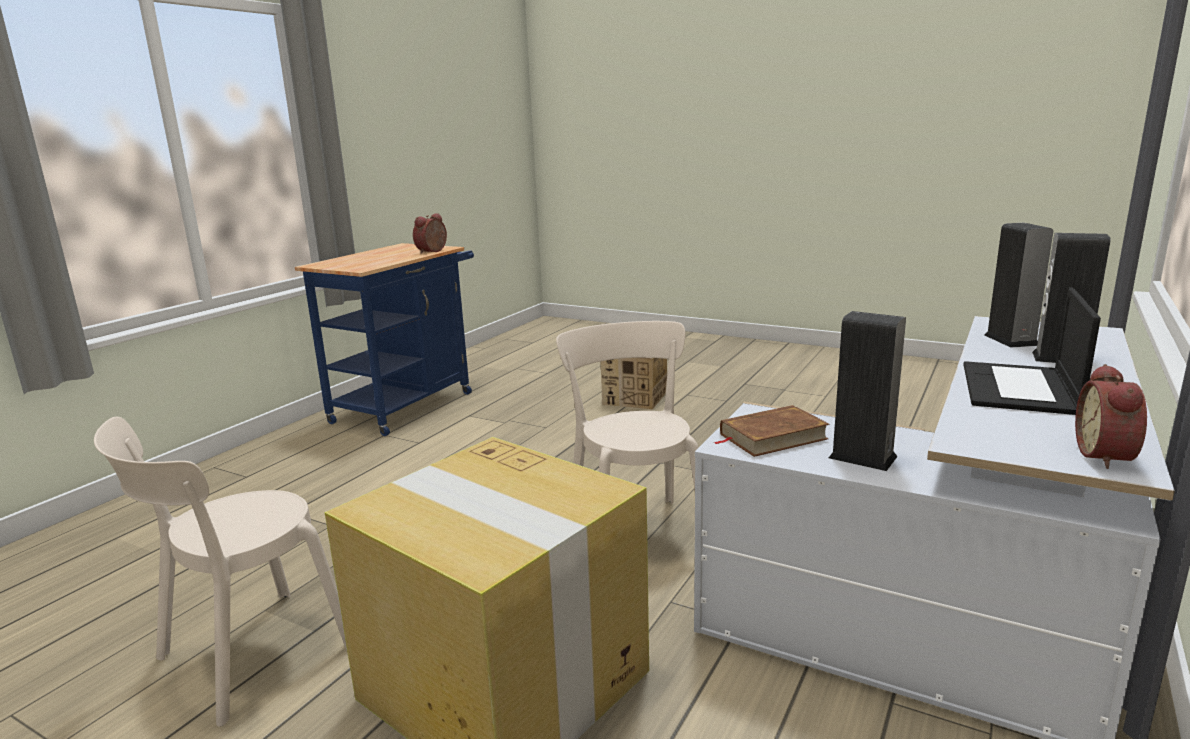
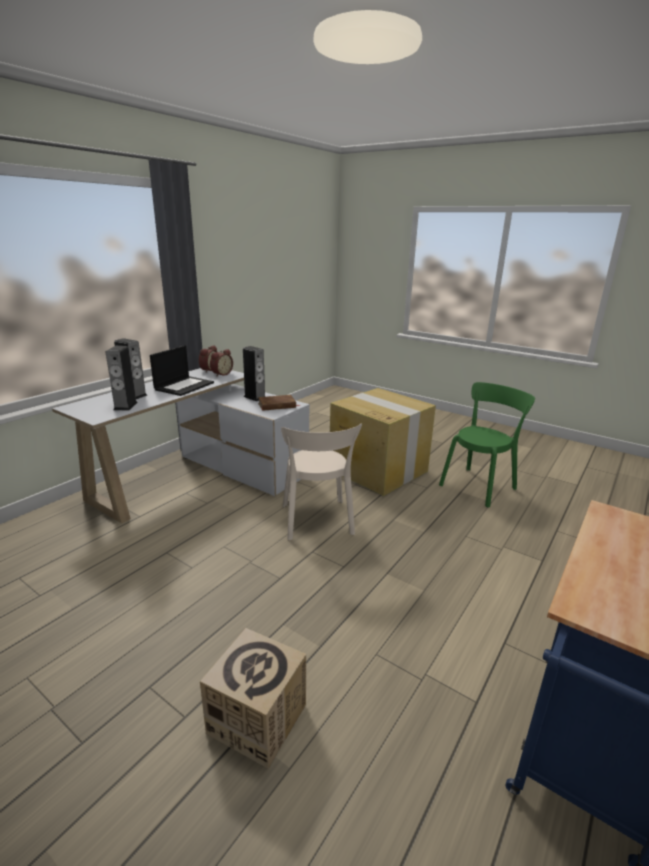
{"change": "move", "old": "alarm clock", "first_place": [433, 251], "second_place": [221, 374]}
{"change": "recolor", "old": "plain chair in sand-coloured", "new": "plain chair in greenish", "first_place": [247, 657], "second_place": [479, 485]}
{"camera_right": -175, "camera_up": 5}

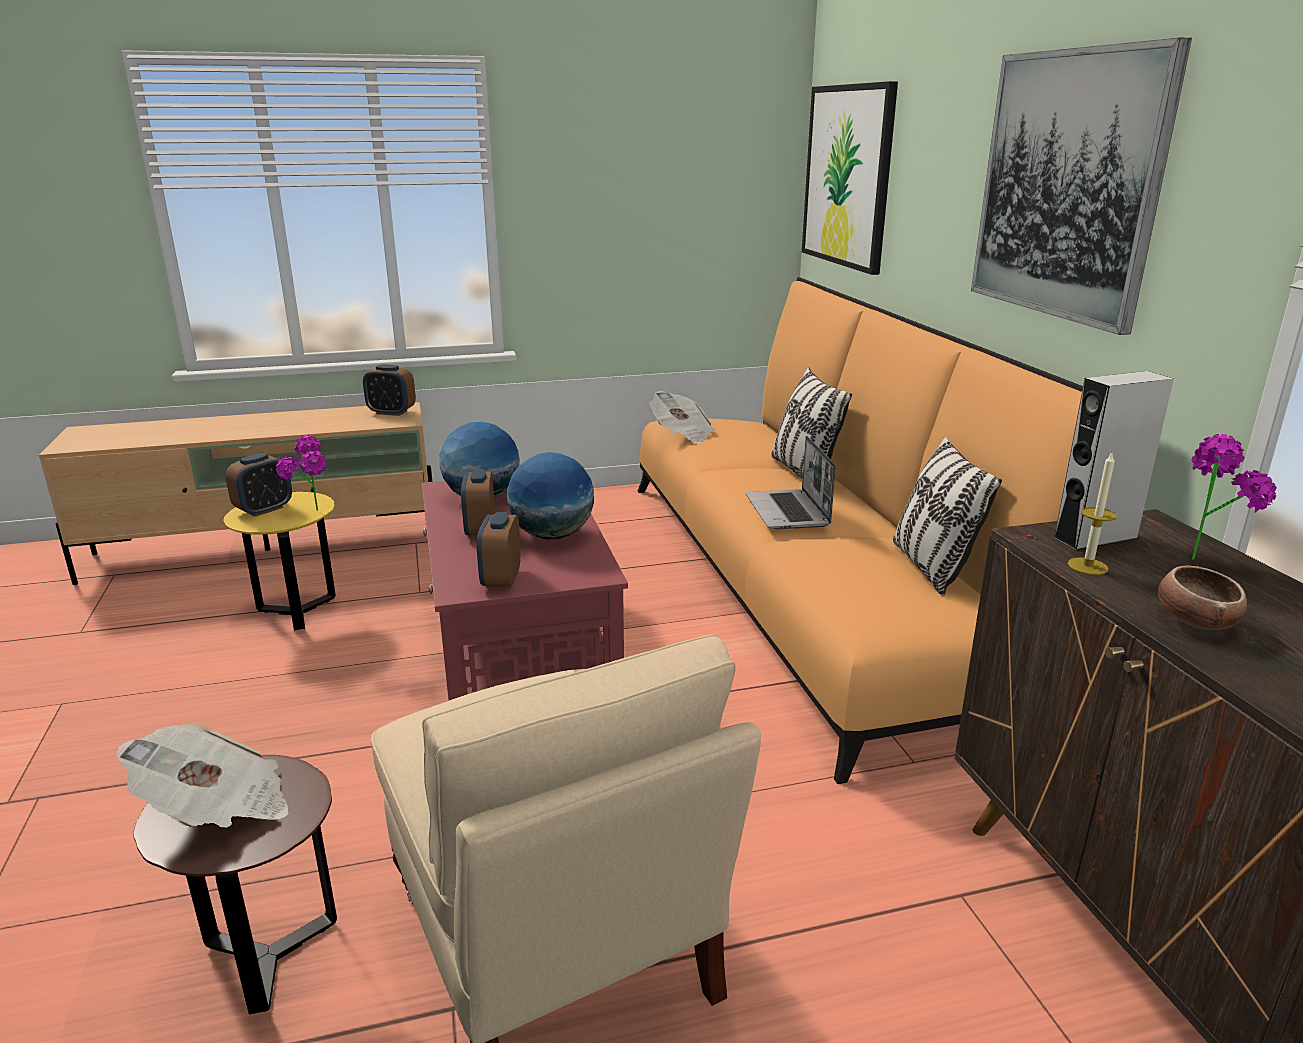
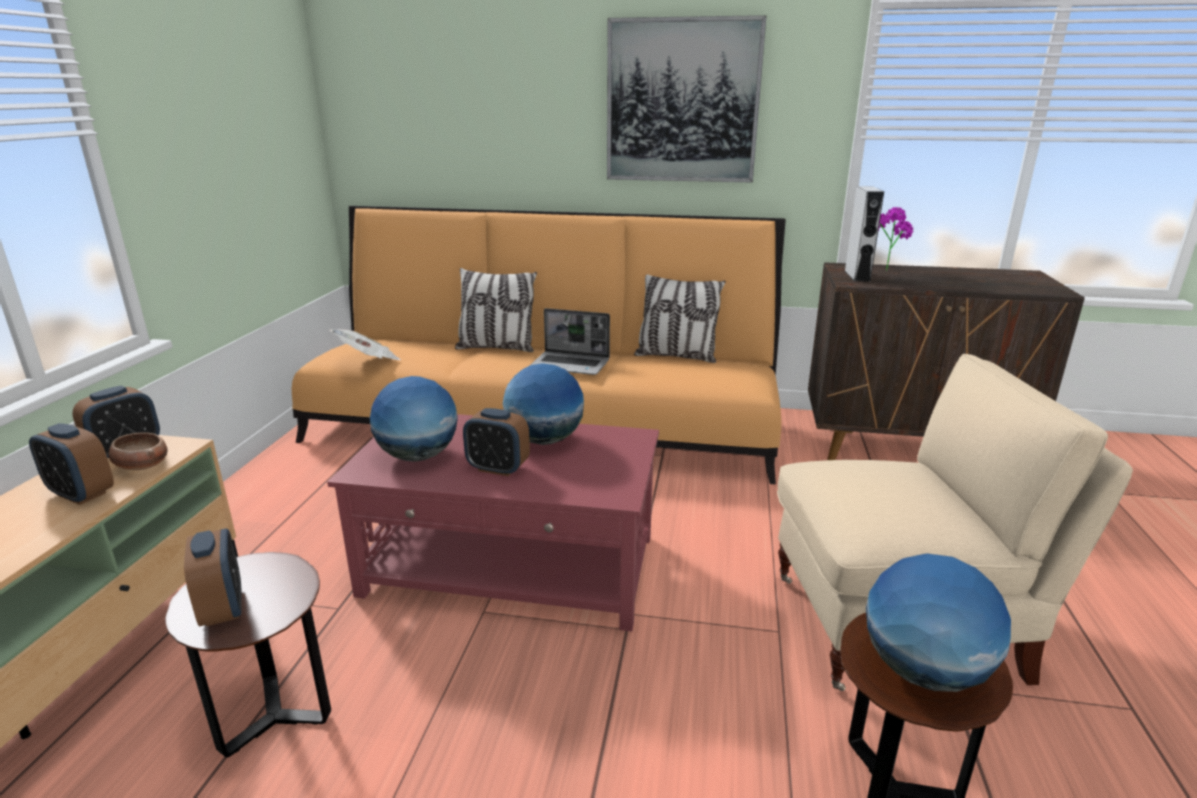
{"change": "delete", "old": "wall art", "first_place": [848, 176]}
{"change": "delete", "old": "houseplant", "first_place": [312, 514]}
{"change": "delete", "old": "wax candle", "first_place": [1087, 566]}
{"change": "recolor", "old": "accent table in yellow", "new": "accent table in brown", "first_place": [298, 613], "second_place": [275, 717]}
{"change": "move", "old": "alarm clock", "first_place": [501, 580], "second_place": [81, 494]}
{"change": "move", "old": "deep dish", "first_place": [1194, 621], "second_place": [142, 466]}
{"change": "replace", "old": "daily paper", "new": "desk globe", "first_place": [217, 808], "second_place": [923, 671]}
{"camera_right": -65, "camera_up": 0}

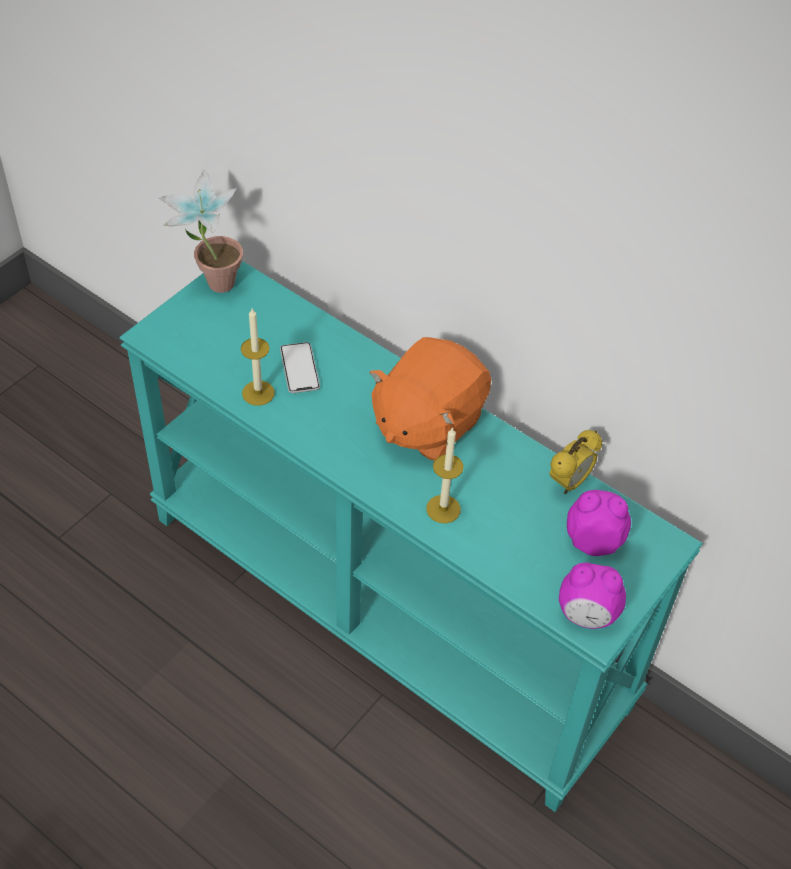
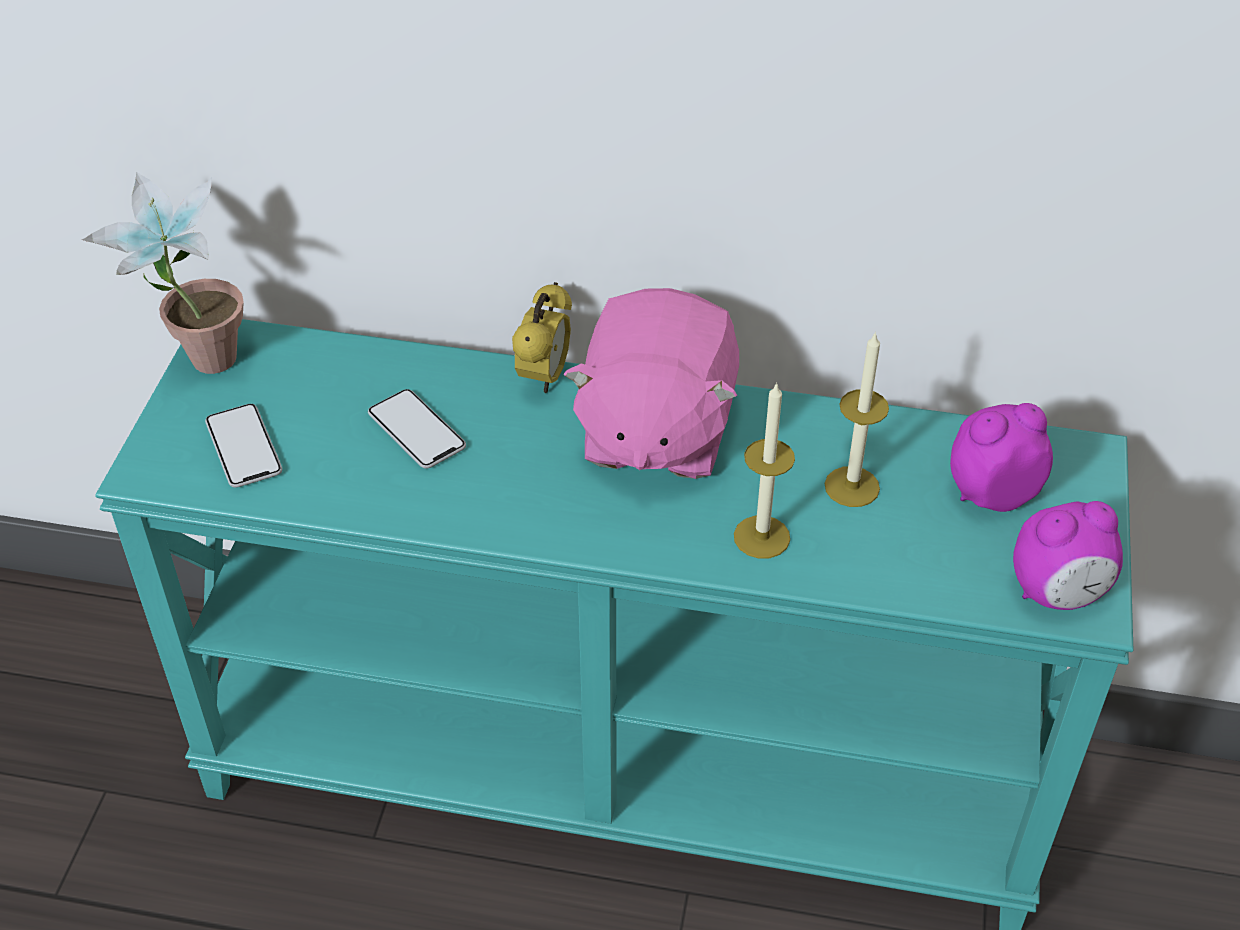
{"change": "move", "old": "wax candle", "first_place": [258, 393], "second_place": [852, 486]}
{"change": "recolor", "old": "plush toy in orangey", "new": "plush toy in pink-coloured", "first_place": [427, 423], "second_place": [654, 431]}
{"change": "move", "old": "alarm clock", "first_place": [569, 483], "second_place": [544, 377]}
{"change": "insert", "new": "handset", "second_place": [244, 447]}
{"camera_right": -25, "camera_up": -5}

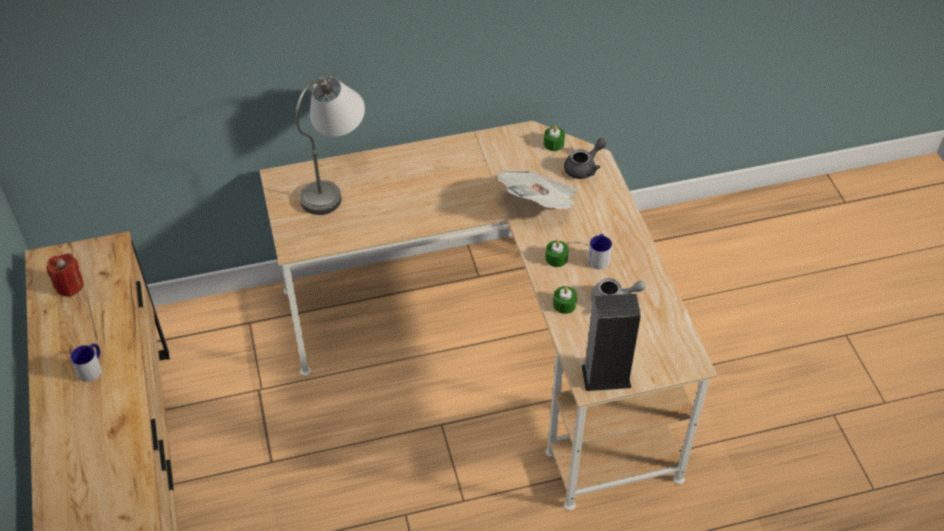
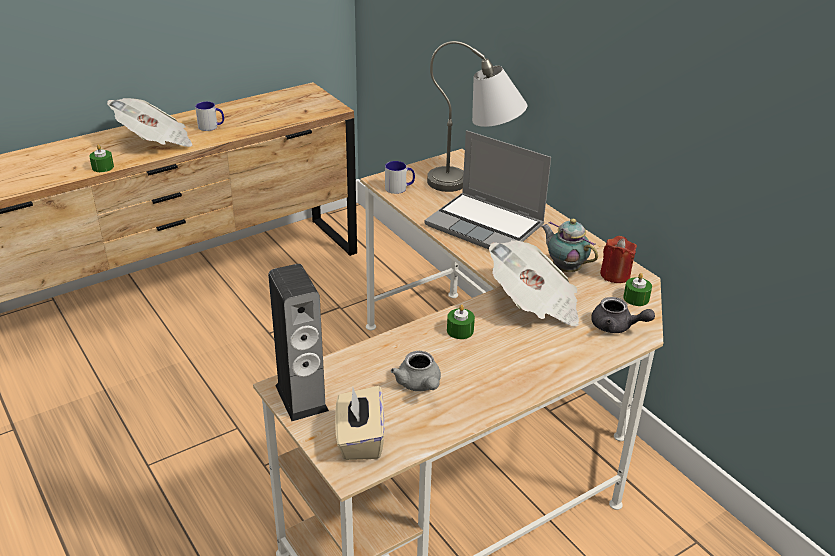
{"change": "move", "old": "mug", "first_place": [599, 257], "second_place": [399, 188]}
{"change": "move", "old": "wax candle in reddish", "first_place": [69, 285], "second_place": [615, 275]}
{"change": "move", "old": "wax candle in greenish", "first_place": [564, 304], "second_place": [103, 167]}
{"change": "insert", "new": "daily paper", "second_place": [155, 142]}
{"change": "insert", "new": "notebook computer", "second_place": [486, 225]}
{"change": "insert", "new": "tea pot", "second_place": [564, 268]}
{"change": "insert", "new": "tissue box in sand-coloured", "second_place": [360, 439]}
{"camera_right": 70, "camera_up": -15}

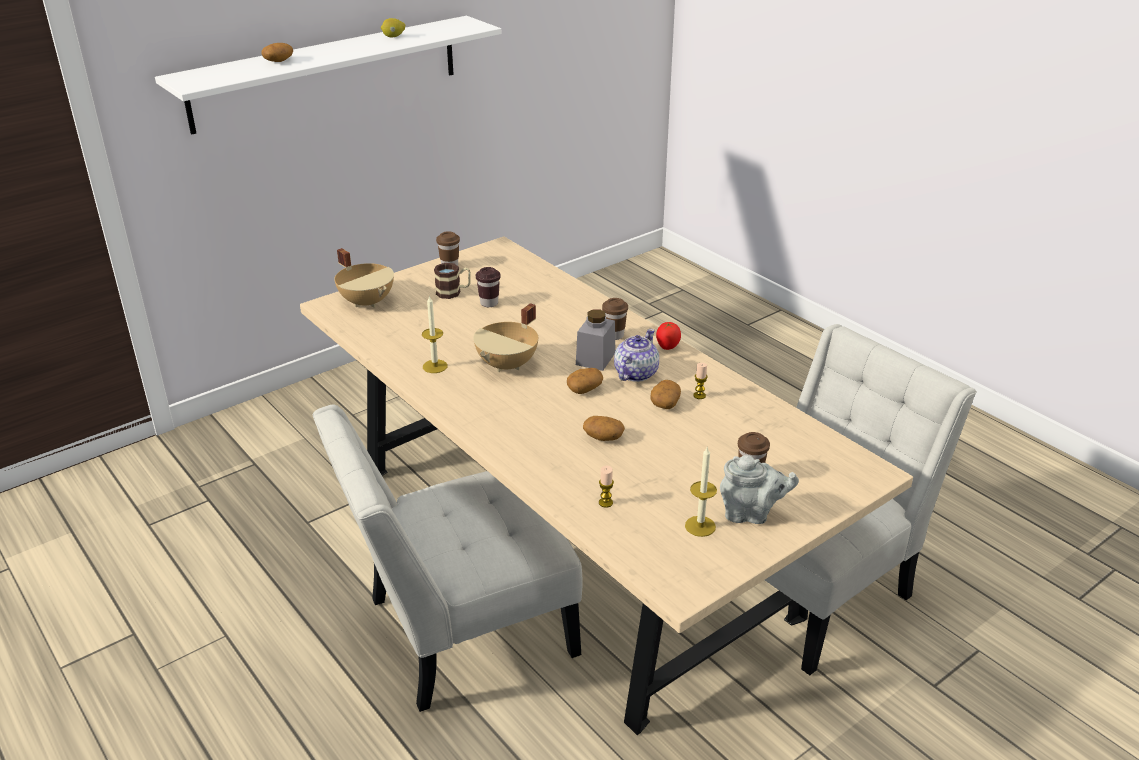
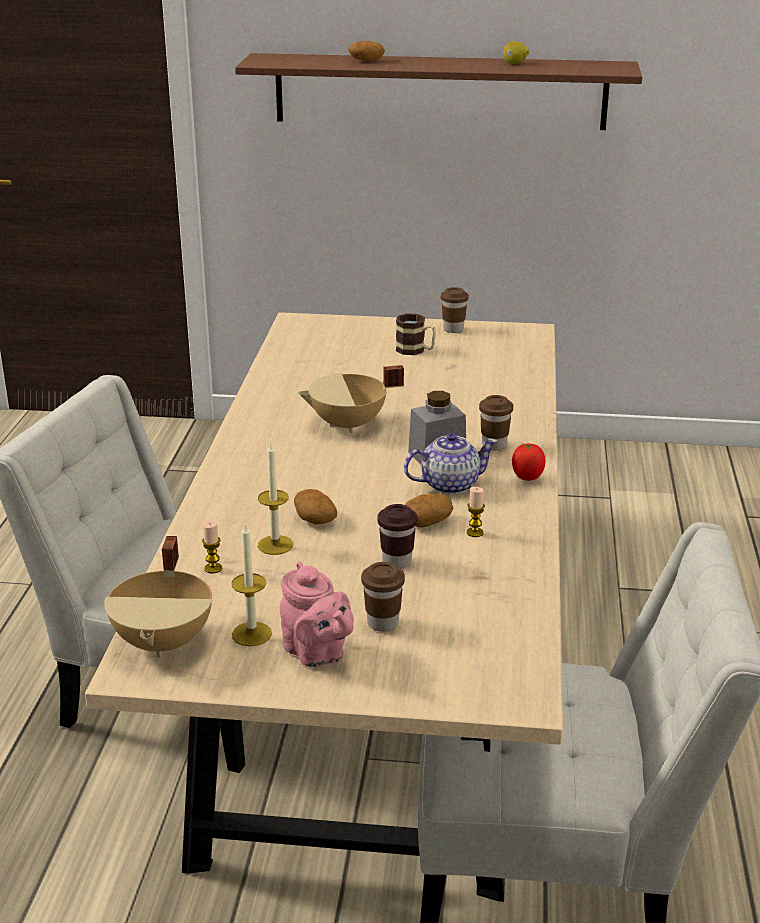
{"change": "recolor", "old": "wall shelf in whitish", "new": "wall shelf in brown", "first_place": [327, 73], "second_place": [440, 91]}
{"change": "move", "old": "saucepot in sand-coloured", "first_place": [367, 302], "second_place": [165, 642]}
{"change": "move", "old": "small cup in brown", "first_place": [489, 303], "second_place": [397, 561]}
{"change": "move", "old": "wax candle", "first_place": [435, 366], "second_place": [275, 545]}
{"change": "delete", "old": "potato", "first_place": [584, 389]}
{"change": "recolor", "old": "tea pot in grey", "new": "tea pot in pink-coloured", "first_place": [751, 514], "second_place": [317, 654]}
{"camera_right": 45, "camera_up": -5}

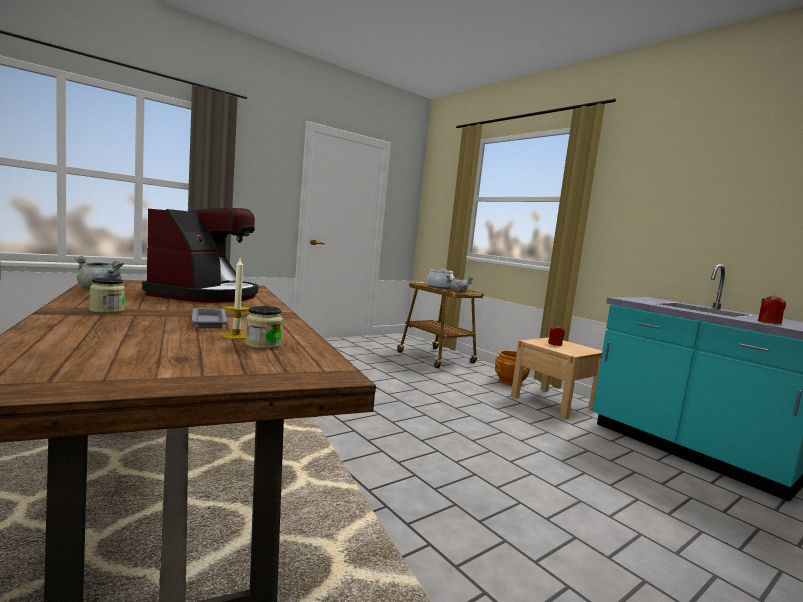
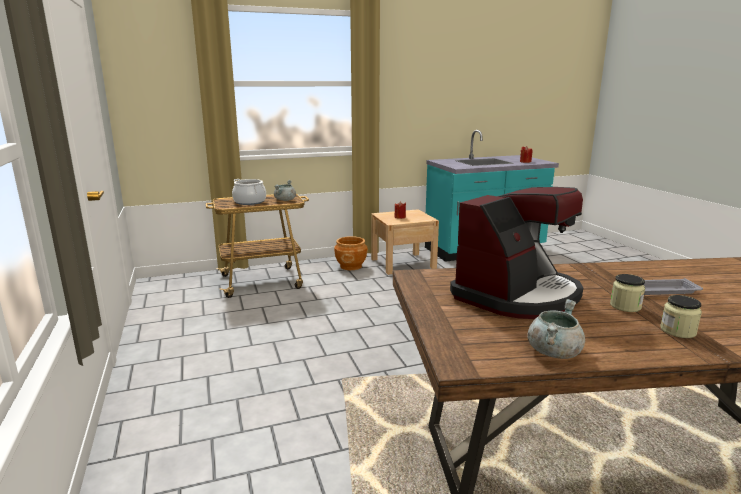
{"change": "rotate", "old": "coffee machine", "first_place": [206, 295], "second_place": [517, 295], "degrees": 105}
{"change": "delete", "old": "wax candle", "first_place": [236, 335]}
{"change": "move", "old": "storage jar", "first_place": [263, 345], "second_place": [625, 306]}
{"camera_right": -70, "camera_up": 10}

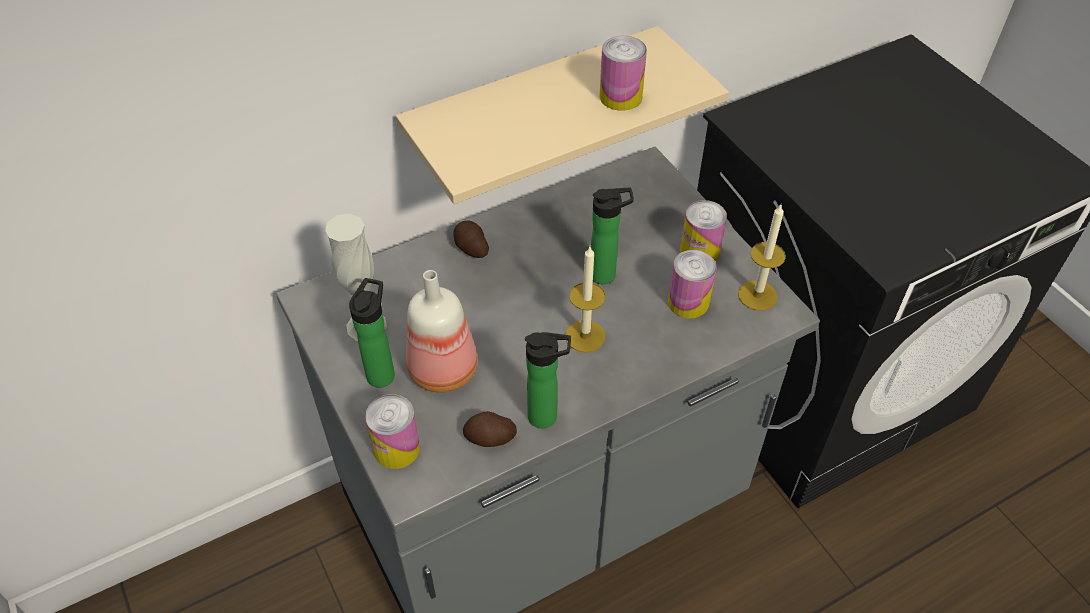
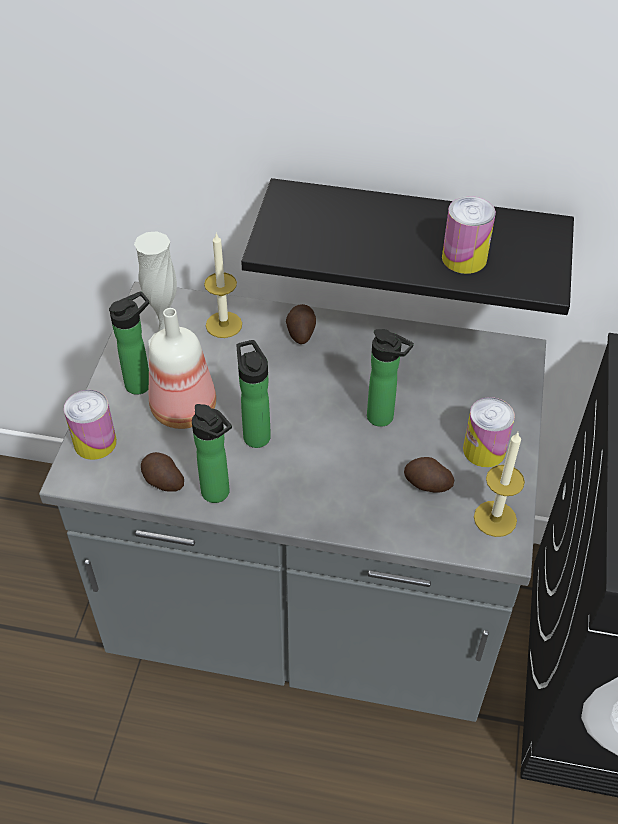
{"change": "recolor", "old": "wall shelf in sand-coloured", "new": "wall shelf in black-coloured", "first_place": [533, 111], "second_place": [414, 239]}
{"change": "move", "old": "wax candle", "first_place": [585, 336], "second_place": [224, 325]}
{"change": "replace", "old": "sealed can", "new": "potato", "first_place": [688, 302], "second_place": [427, 484]}
{"change": "insert", "new": "bottle", "second_place": [255, 434]}
{"camera_right": 40, "camera_up": 0}

